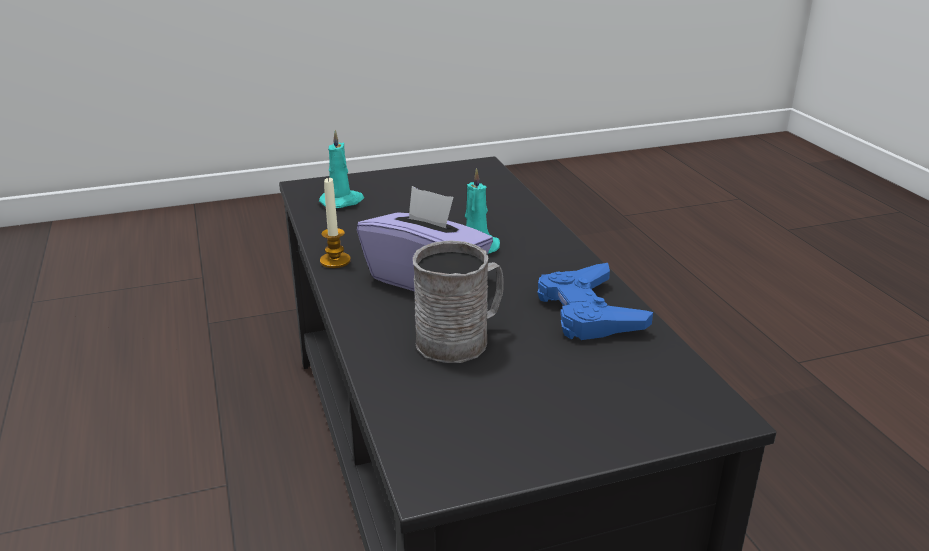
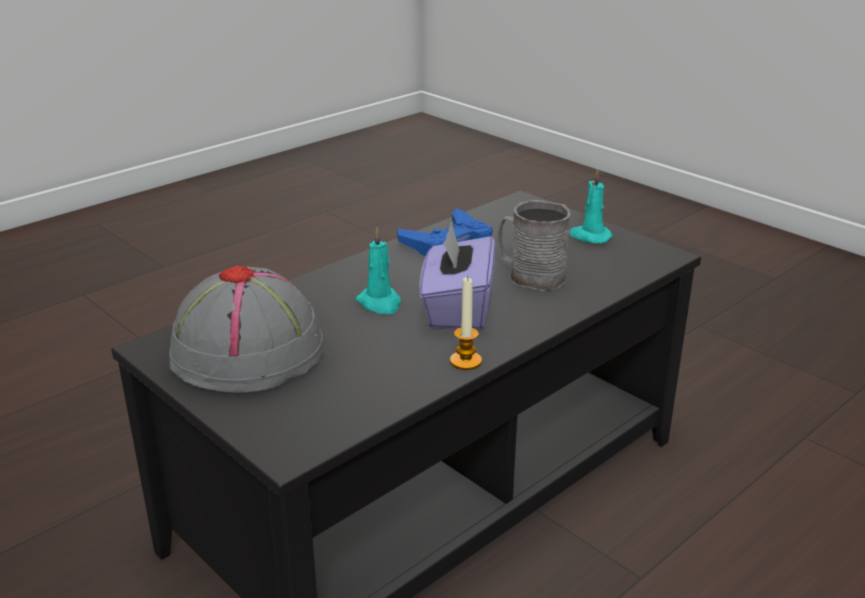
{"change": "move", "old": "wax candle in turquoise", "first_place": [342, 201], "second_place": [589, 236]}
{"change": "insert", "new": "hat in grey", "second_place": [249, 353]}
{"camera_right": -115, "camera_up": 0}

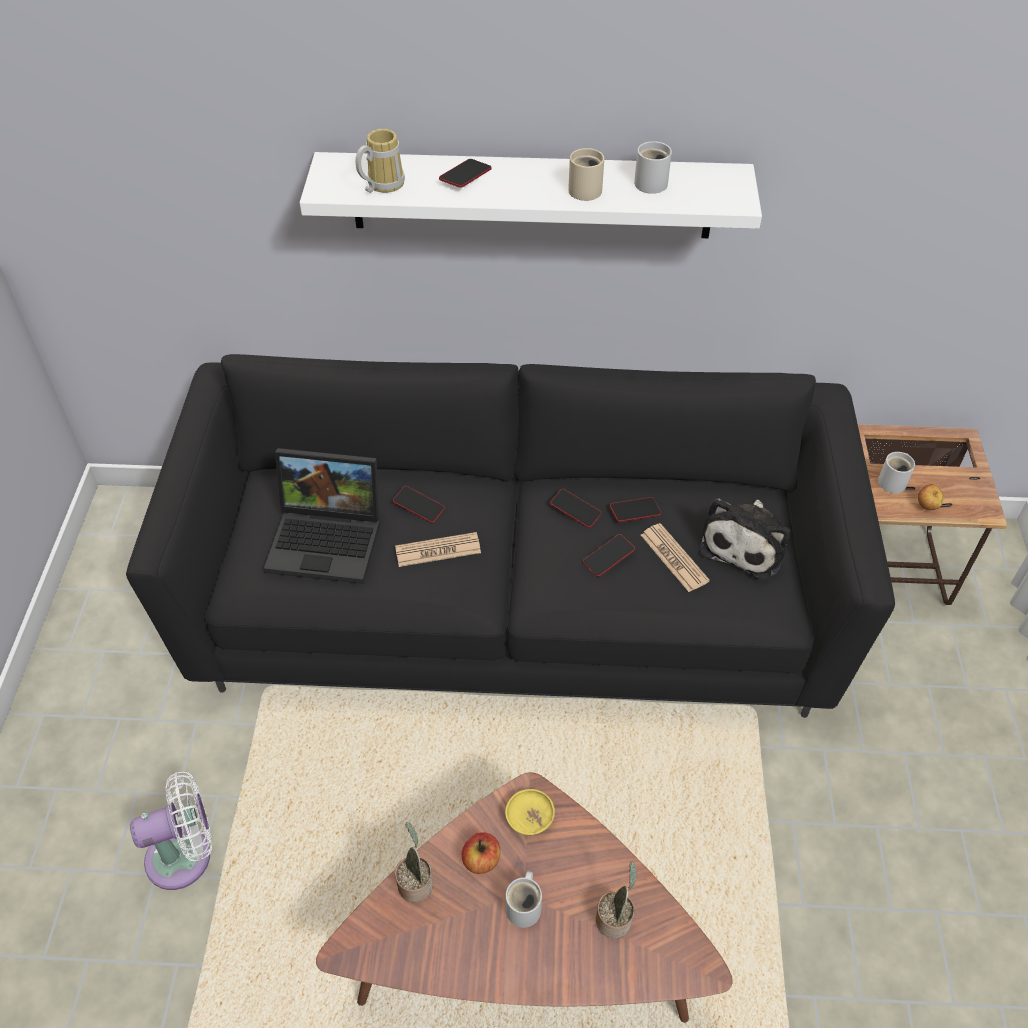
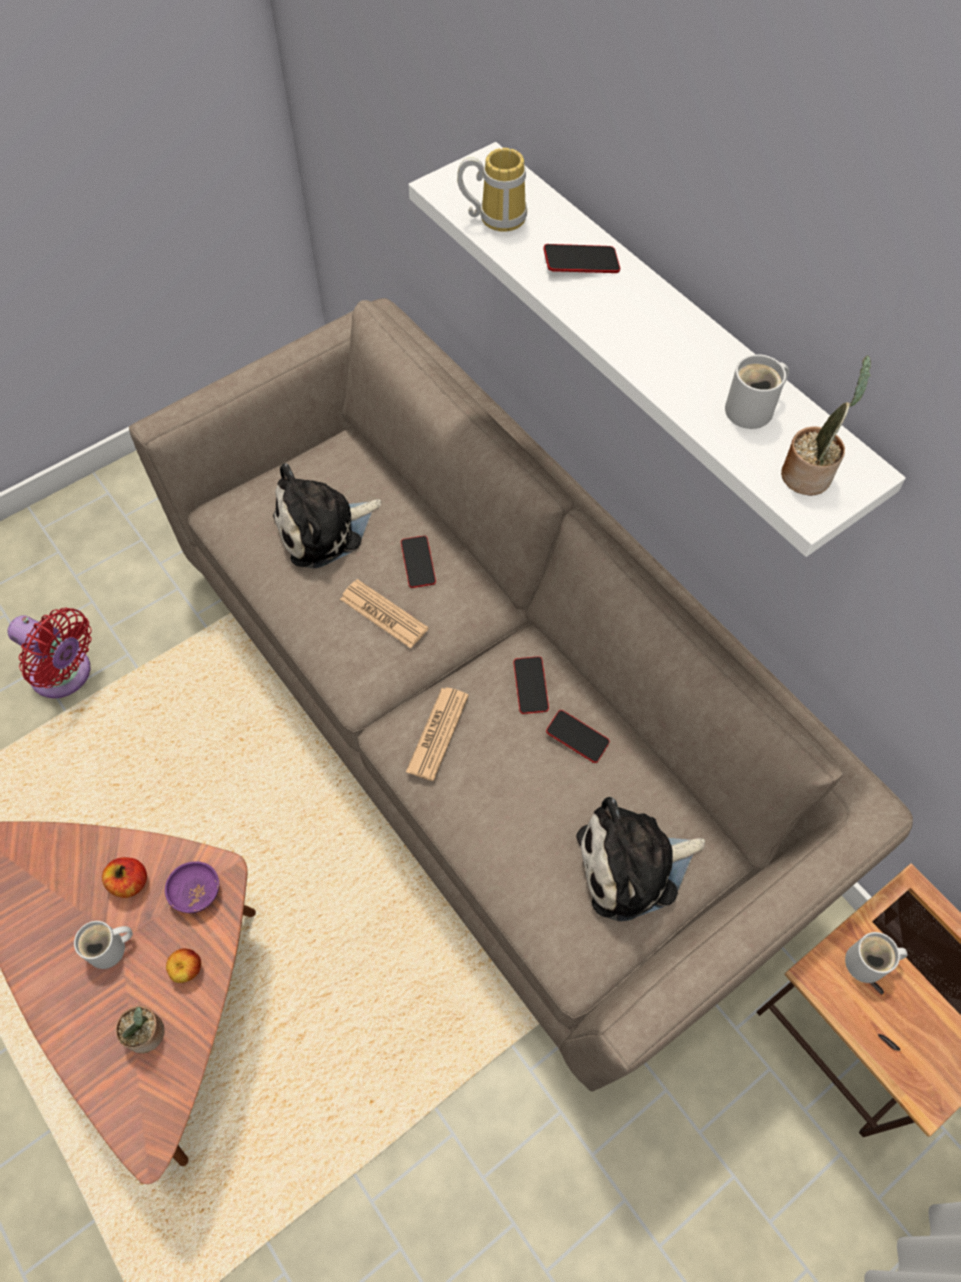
{"change": "delete", "old": "mug in sand-coloured", "first_place": [584, 189]}
{"change": "recolor", "old": "couch in black-coloured", "new": "couch in sand-coloured", "first_place": [514, 604], "second_place": [482, 721]}
{"change": "replace", "old": "notebook computer", "new": "plush toy", "first_place": [329, 539], "second_place": [324, 529]}
{"change": "move", "old": "apple fruit", "first_place": [926, 506], "second_place": [187, 970]}
{"change": "move", "old": "daily paper", "first_place": [674, 558], "second_place": [437, 733]}
{"change": "delete", "old": "handset", "first_place": [608, 558]}
{"change": "recolor", "old": "cooling fan in whitish", "new": "cooling fan in reddish", "first_place": [186, 855], "second_place": [66, 675]}
{"change": "recolor", "old": "deep dish in yellow", "new": "deep dish in purple", "first_place": [529, 819], "second_place": [196, 892]}
{"change": "move", "old": "houseplant", "first_place": [415, 882], "second_place": [808, 473]}
{"camera_right": 50, "camera_up": 10}

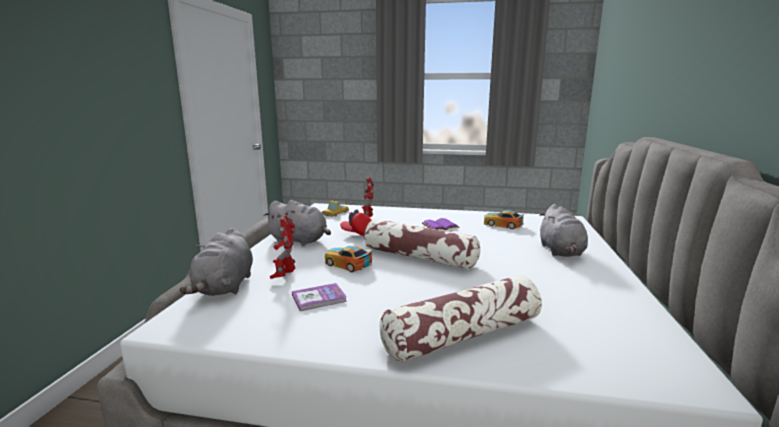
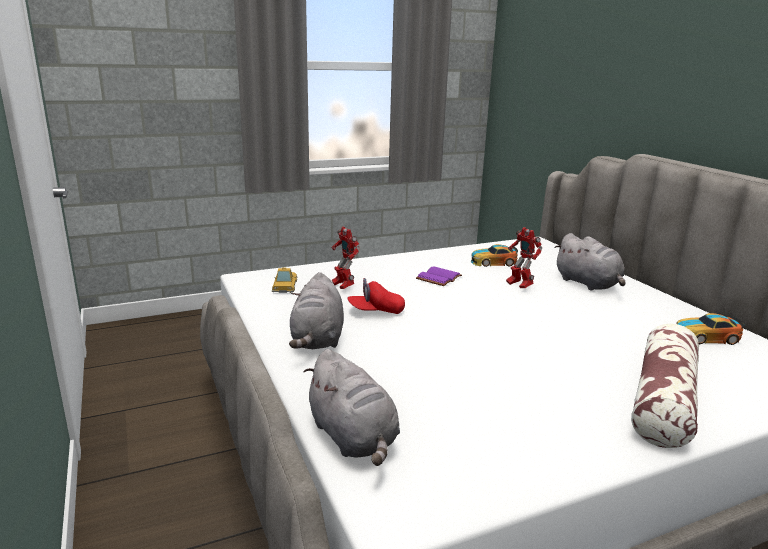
{"change": "rotate", "old": "plush toy in grey", "first_place": [300, 240], "second_place": [317, 339], "degrees": 105}
{"change": "move", "old": "model robot", "first_place": [285, 277], "second_place": [519, 286]}
{"change": "delete", "old": "throw pillow", "first_place": [418, 257]}
{"change": "move", "old": "model car", "first_place": [347, 264], "second_place": [705, 337]}
{"change": "delete", "old": "bound book", "first_place": [319, 298]}
{"camera_right": -35, "camera_up": 5}

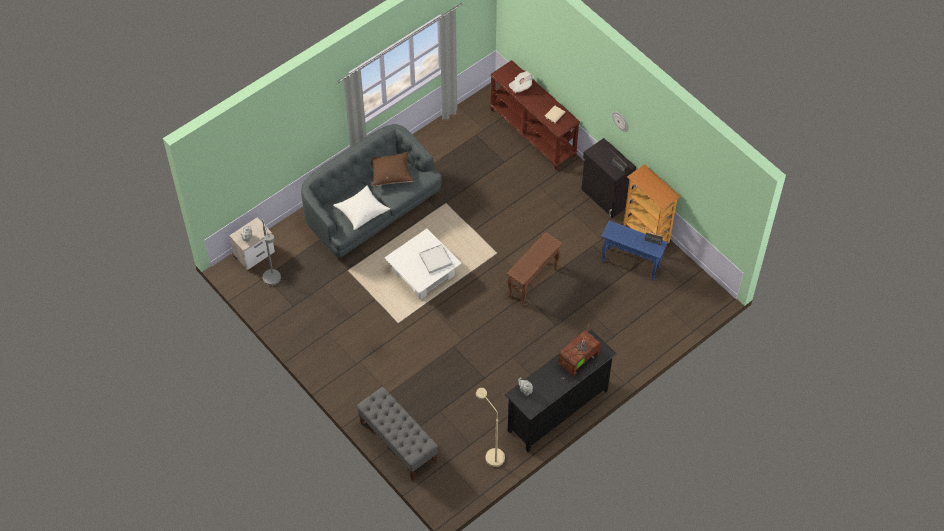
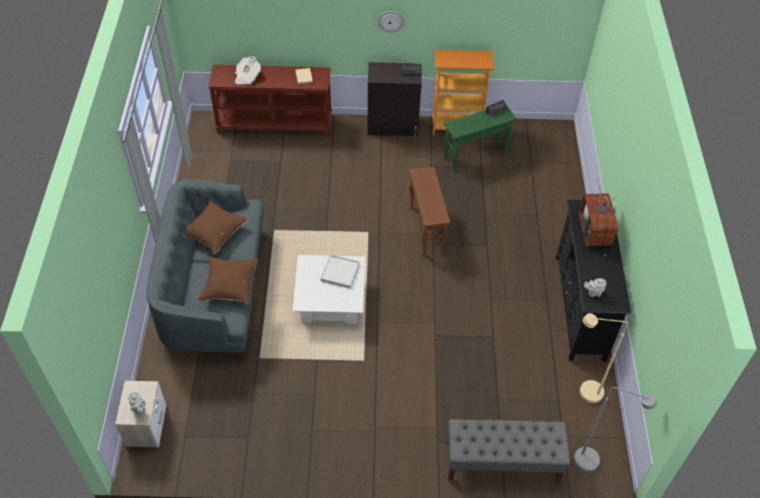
{"change": "recolor", "old": "throw pillow in whitish", "new": "throw pillow in brown", "first_place": [362, 212], "second_place": [229, 285]}
{"change": "move", "old": "standard lamp in grey", "first_place": [274, 282], "second_place": [594, 461]}
{"change": "recolor", "old": "accent table in blue-coloured", "new": "accent table in greenish", "first_place": [630, 264], "second_place": [475, 156]}
{"camera_right": -50, "camera_up": -5}

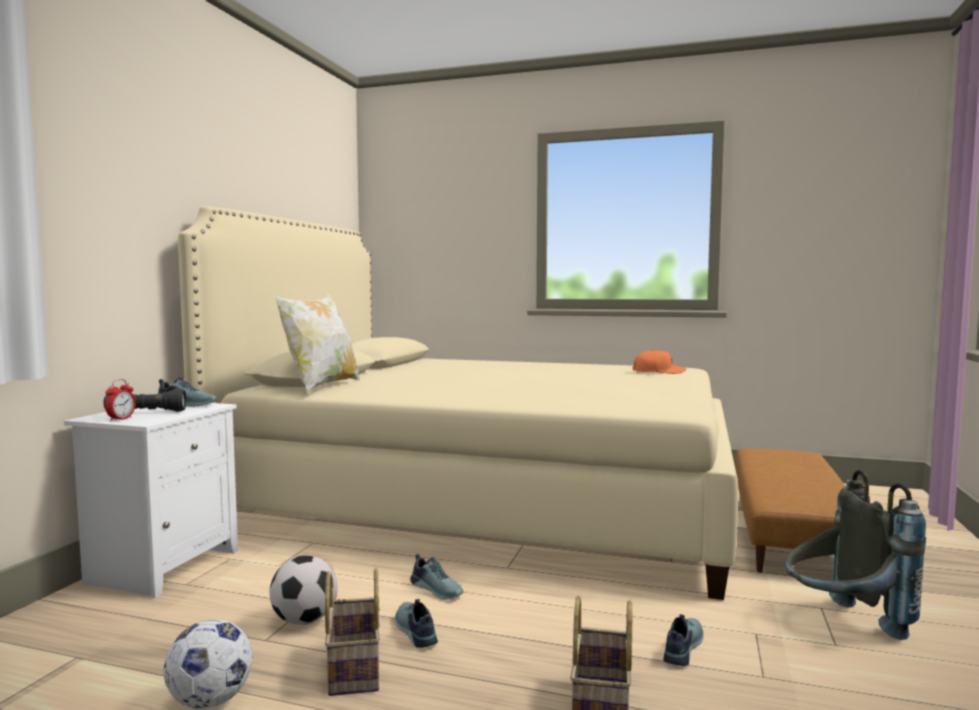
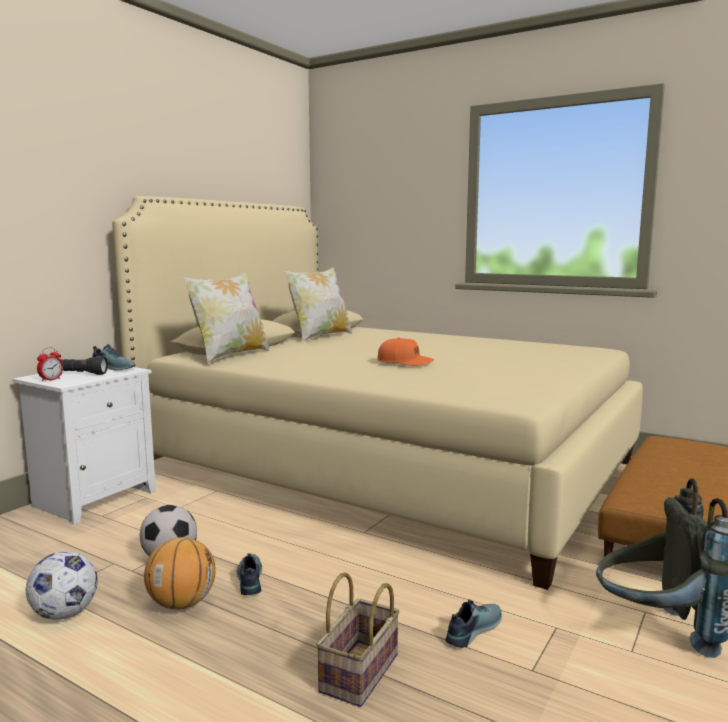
{"change": "move", "old": "cap in orangey", "first_place": [659, 372], "second_place": [405, 362]}
{"change": "delete", "old": "item of footwear", "first_place": [438, 589]}
{"change": "replace", "old": "basket", "new": "basketball", "first_place": [353, 667], "second_place": [182, 603]}
{"change": "insert", "new": "throw pillow", "second_place": [320, 336]}
{"camera_right": 15, "camera_up": 5}

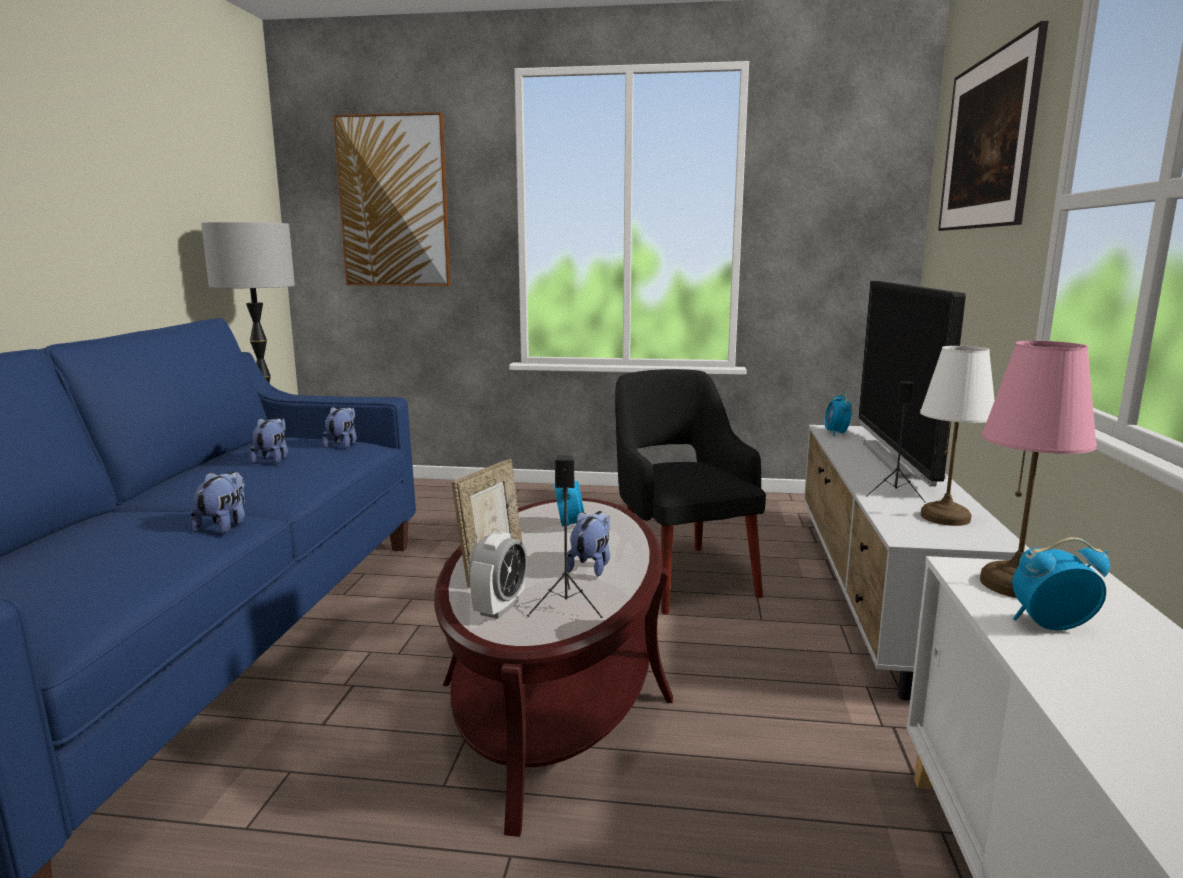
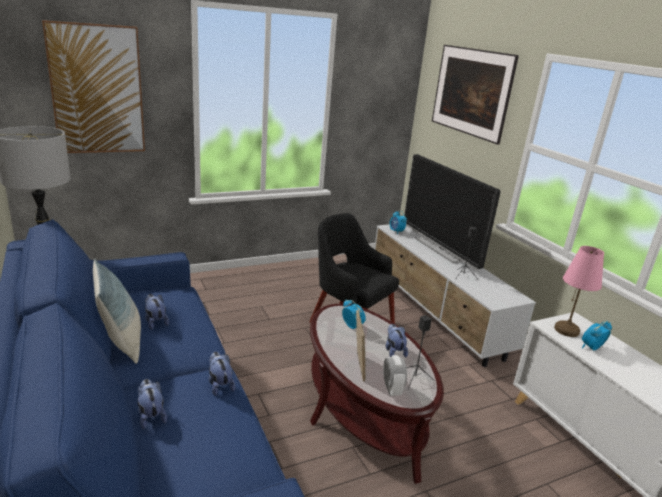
{"change": "delete", "old": "table lamp in whitish", "first_place": [946, 517]}
{"change": "move", "old": "plush toy", "first_place": [343, 445], "second_place": [151, 416]}
{"change": "insert", "new": "throw pillow", "second_place": [121, 342]}
{"camera_right": -35, "camera_up": 10}

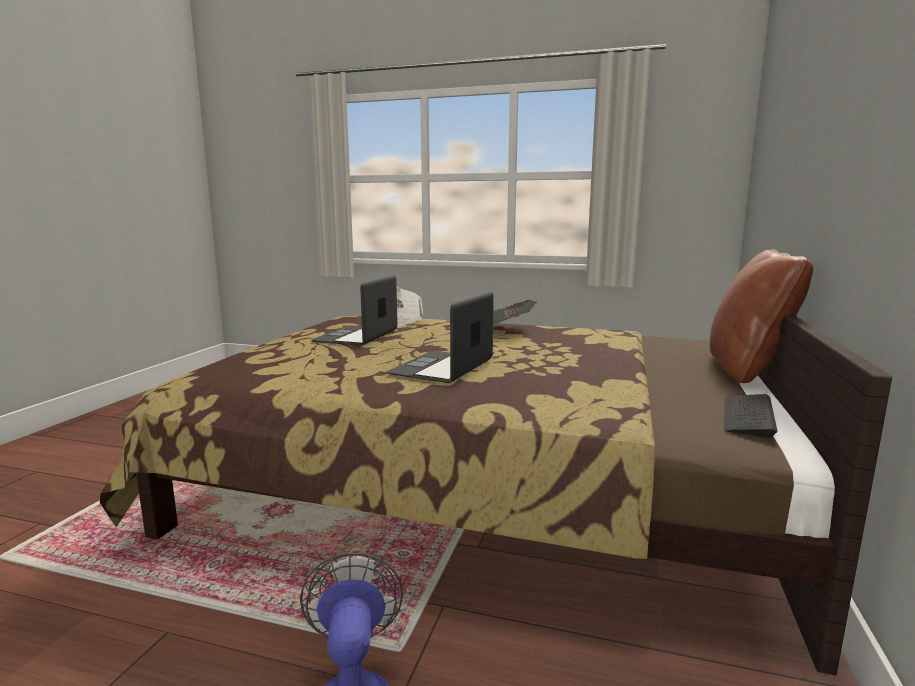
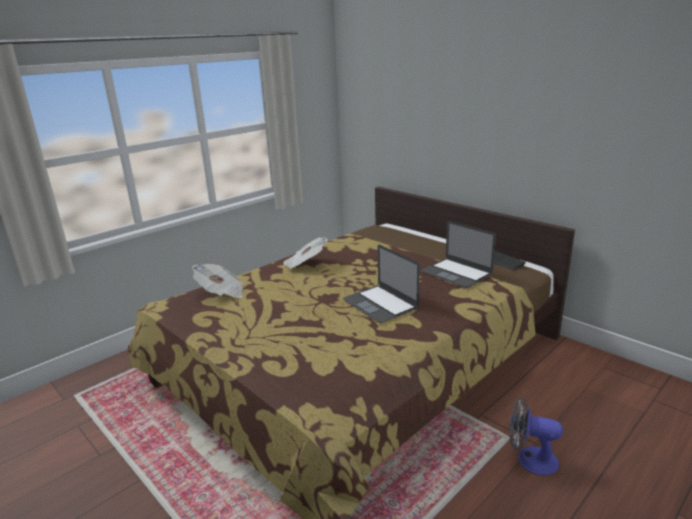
{"change": "delete", "old": "throw pillow in brown", "first_place": [747, 371]}
{"change": "move", "old": "notebook computer", "first_place": [356, 336], "second_place": [456, 273]}
{"camera_right": -60, "camera_up": 10}

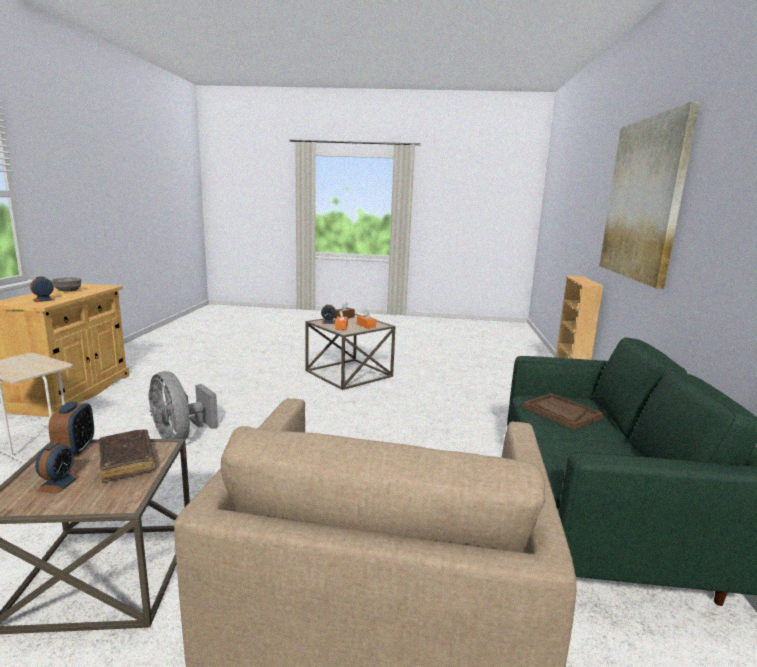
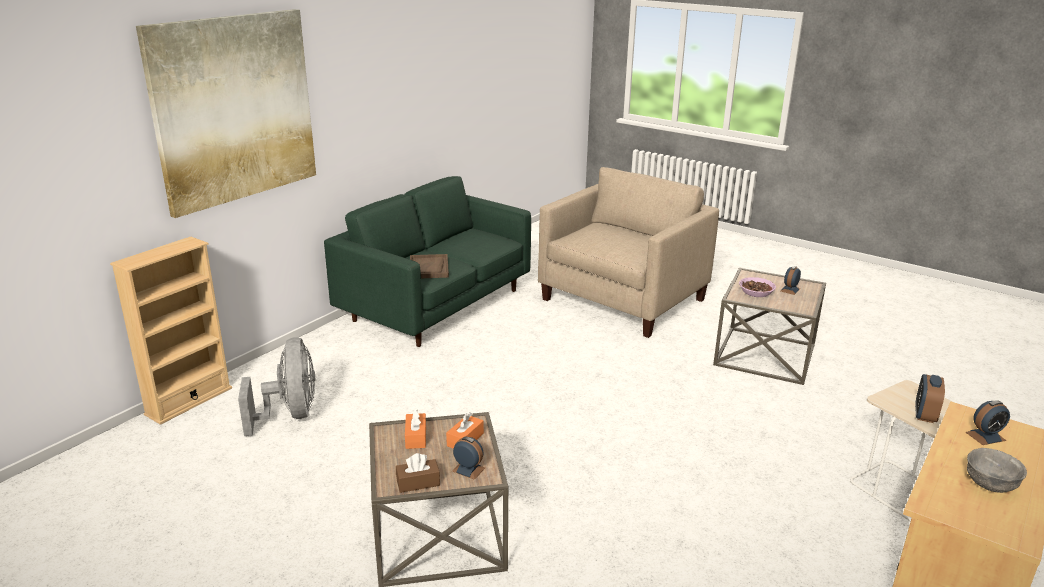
{"change": "move", "old": "cooling fan in grey", "first_place": [180, 437], "second_place": [290, 415]}
{"change": "move", "old": "alarm clock", "first_place": [75, 449], "second_place": [924, 415]}
{"change": "replace", "old": "bound book in brown", "new": "deep dish", "first_place": [127, 461], "second_place": [756, 292]}
{"camera_right": -150, "camera_up": 10}

